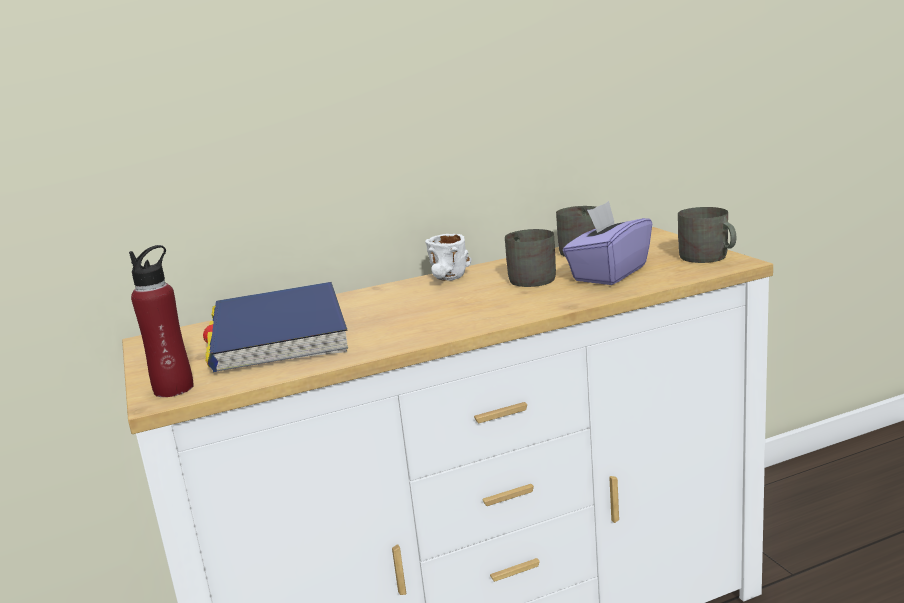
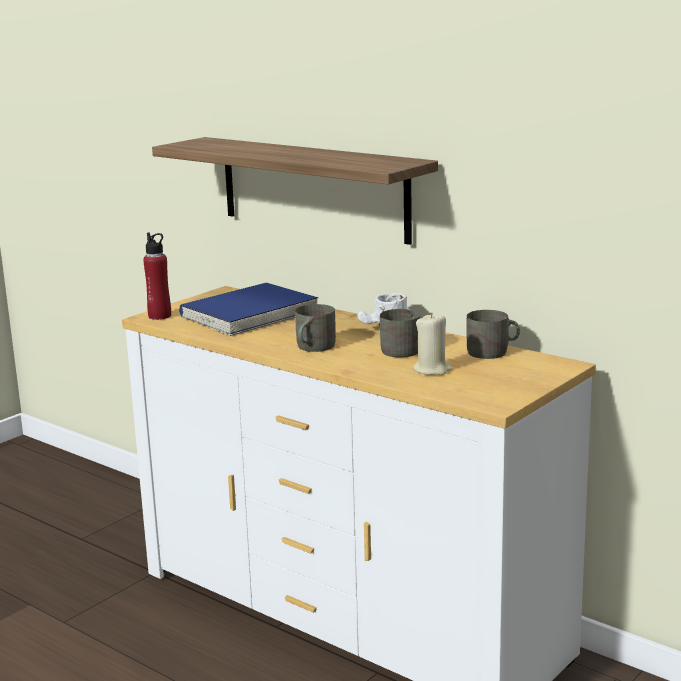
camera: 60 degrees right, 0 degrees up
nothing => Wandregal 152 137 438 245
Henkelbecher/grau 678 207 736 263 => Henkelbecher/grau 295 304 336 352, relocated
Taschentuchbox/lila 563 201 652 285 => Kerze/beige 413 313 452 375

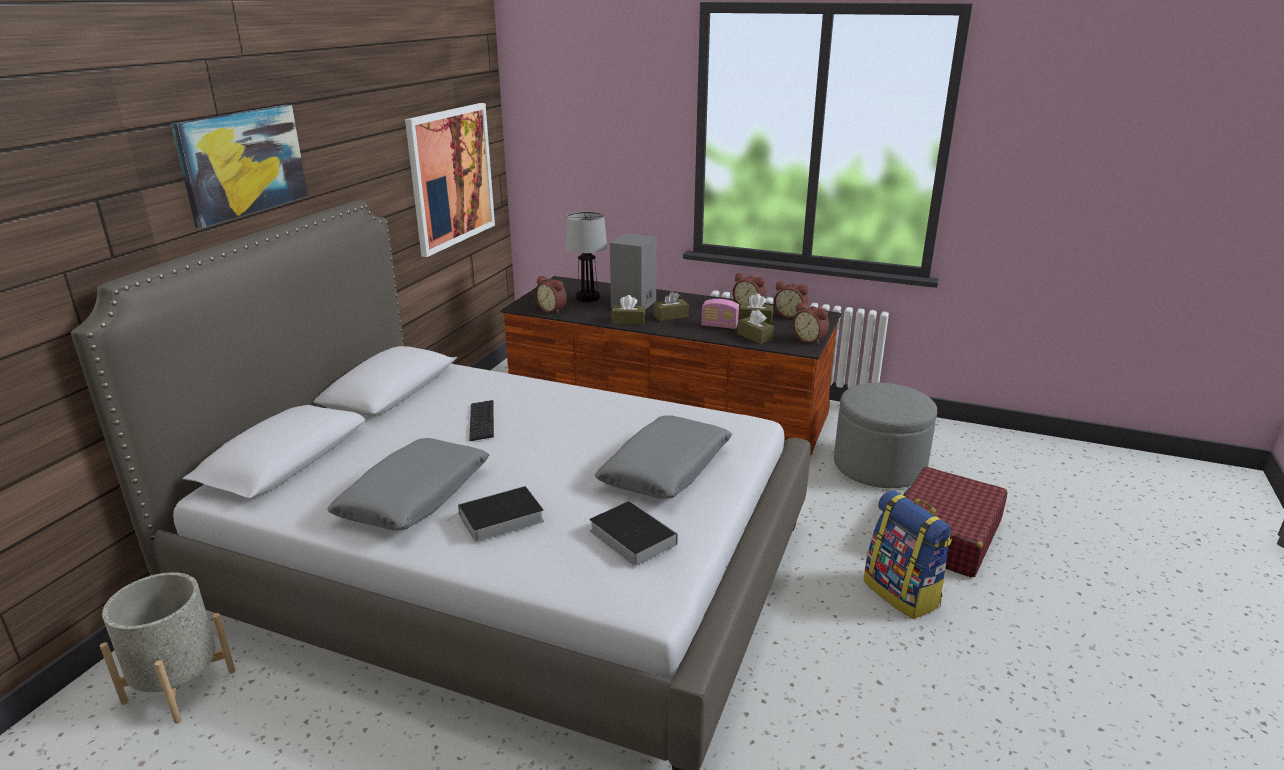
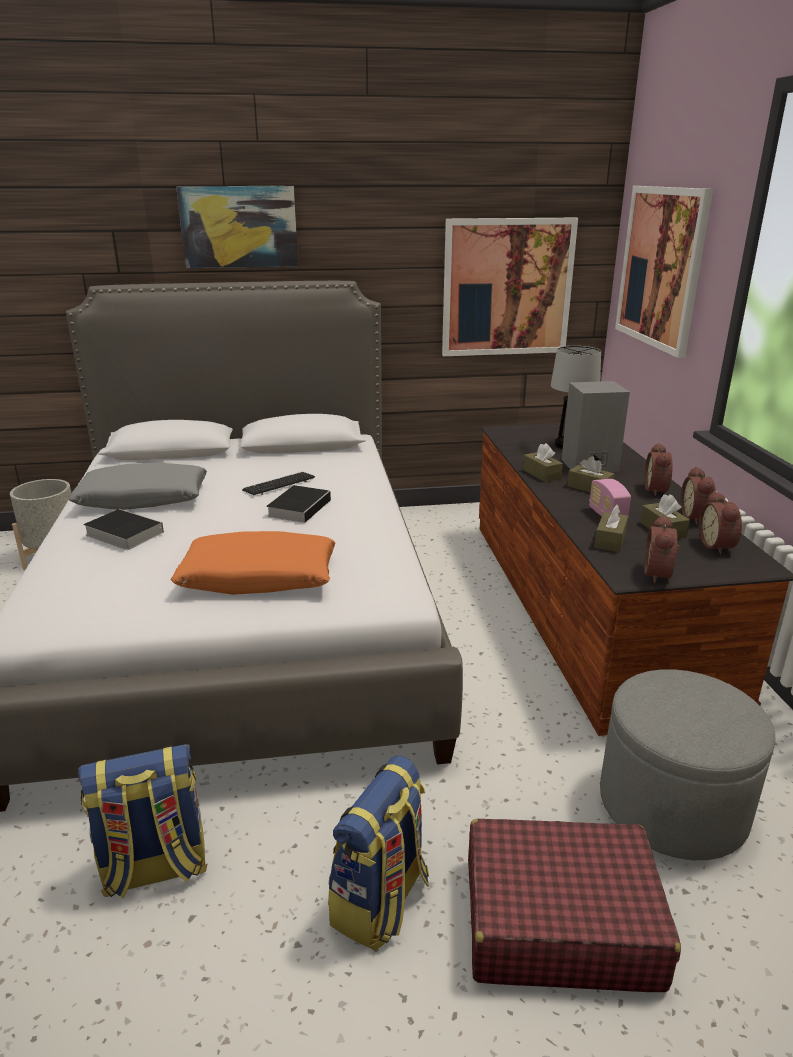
camera: 60 degrees right, 0 degrees up
nothing => Rucksack 78 744 207 898
Kissen/grau 595 415 732 499 => Kissen/orange 170 531 336 595
Buch 589 501 678 566 => Buch 266 485 331 523, relocated
nothing => Bild 615 186 713 358
Wecker 535 276 567 314 => Wecker 644 443 673 496, relocated

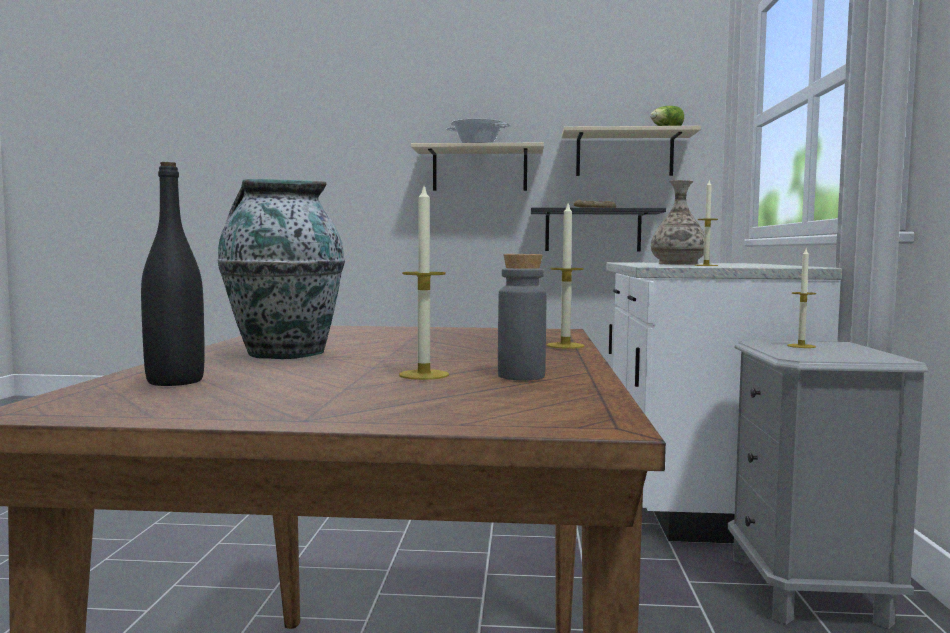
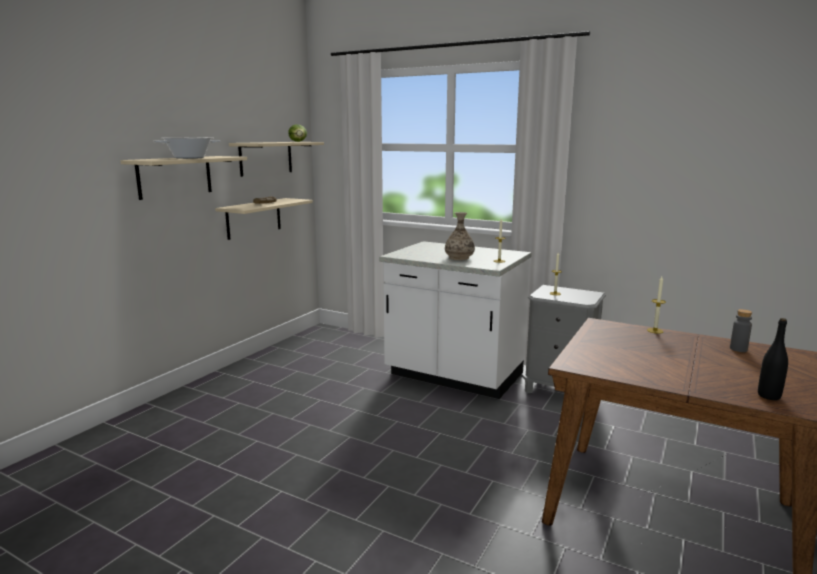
camera: 65 degrees left, 10 degrees up
Wandregal/schwarz 531 207 666 252 => Wandregal/beige 215 198 313 240
Vase 218 179 345 359 => nothing
Kerze 399 187 449 380 => nothing

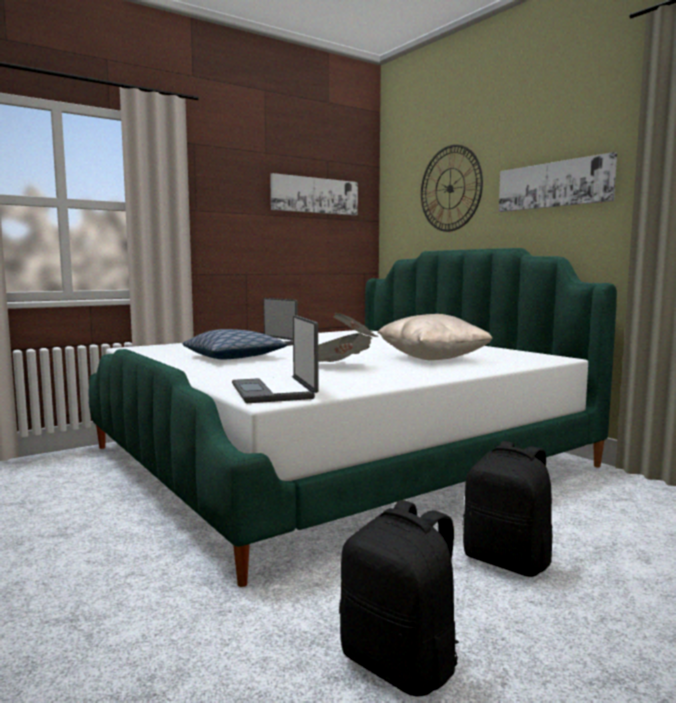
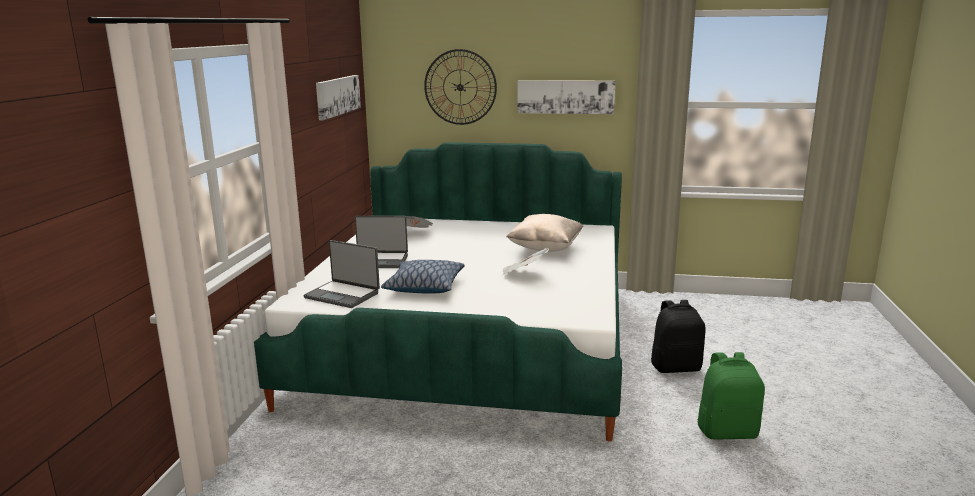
camera: 45 degrees left, 10 degrees up
Laptop 232 315 319 403 => Laptop 304 240 380 308, relocated
Rucksack/schwarz 339 500 459 697 => Rucksack/grün 697 352 765 440

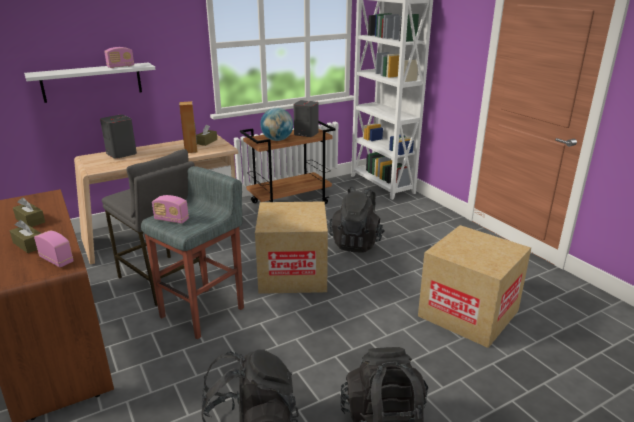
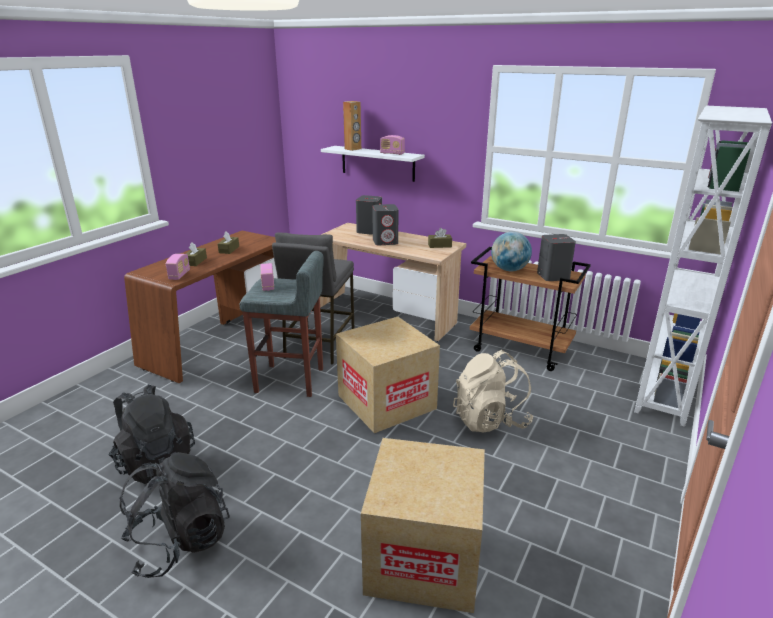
camera: 60 degrees right, 0 degrees up
Lautsprecher/braun 179 101 197 153 => Lautsprecher/braun 343 101 361 151, relocated
nothing => Lautsprecher/grau 372 204 399 246
Rucksack/schwarz 329 186 385 253 => Rucksack/beige 453 350 533 432

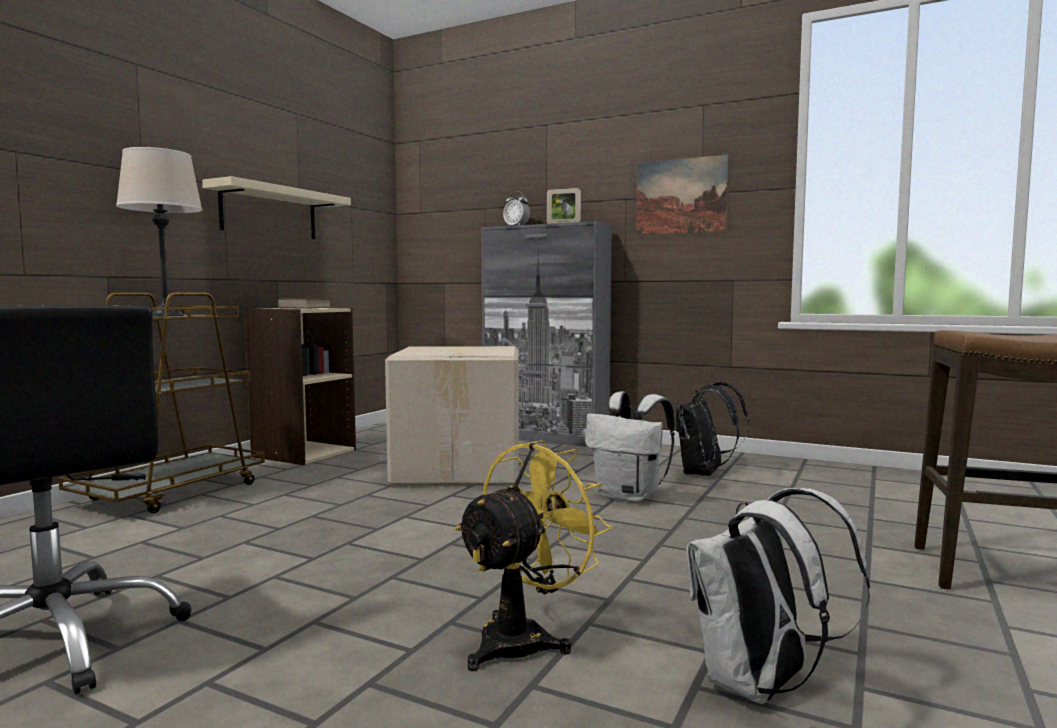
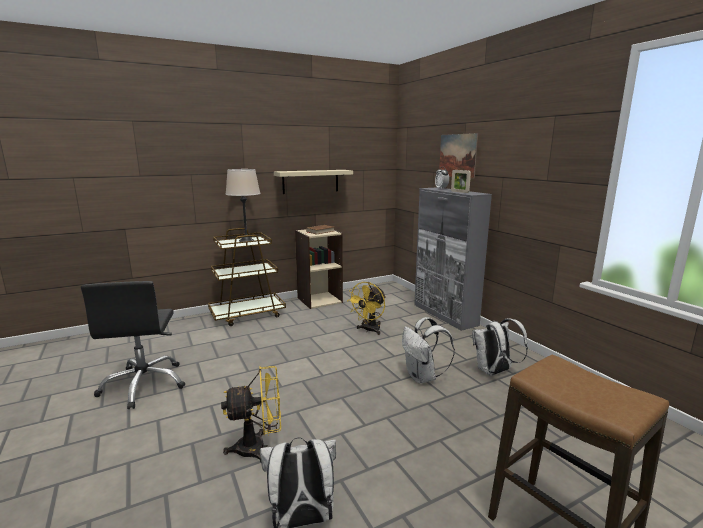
camera: 35 degrees right, 10 degrees up
Karton 385 346 519 486 => Ventilator/gelb 347 282 386 335
Bild 636 155 728 235 => Bild 439 133 478 179, relocated
Rucksack/schwarz 676 382 749 476 => Rucksack/weiß 472 318 528 376

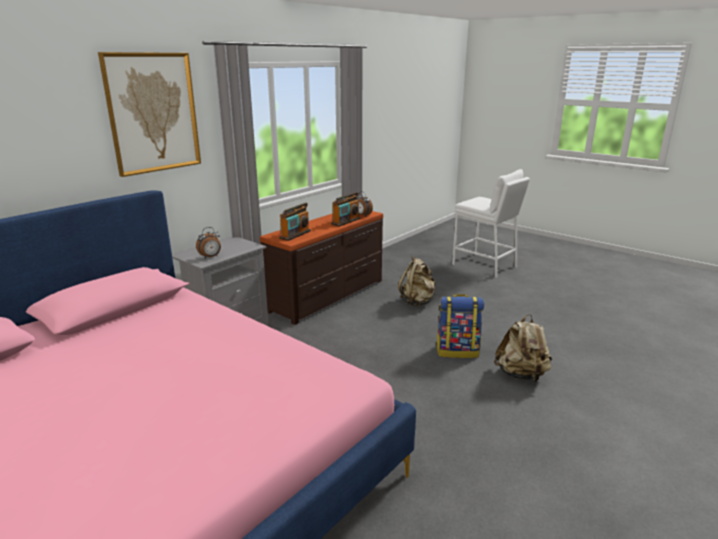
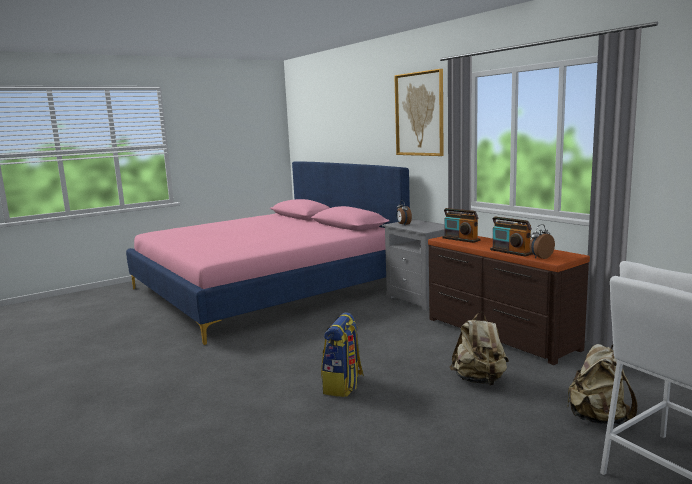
camera: 105 degrees right, 10 degrees down
Rucksack/beige 494 314 552 382 => Rucksack/beige 567 344 637 426, relocated

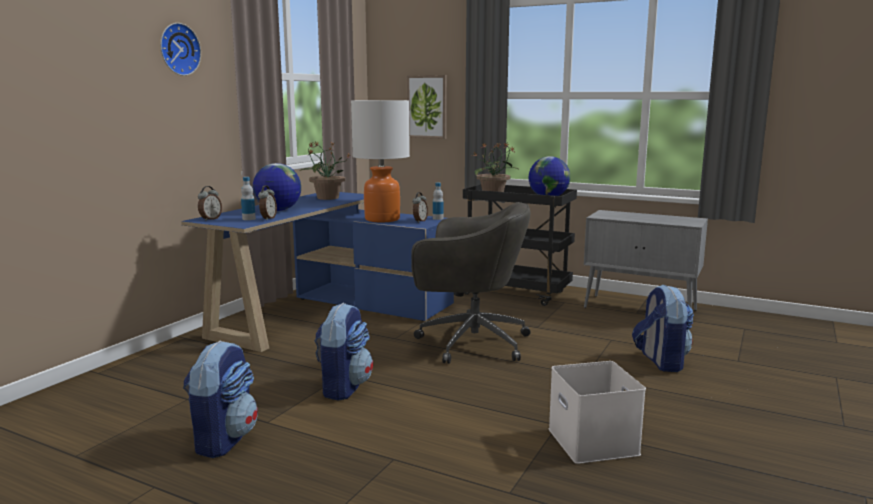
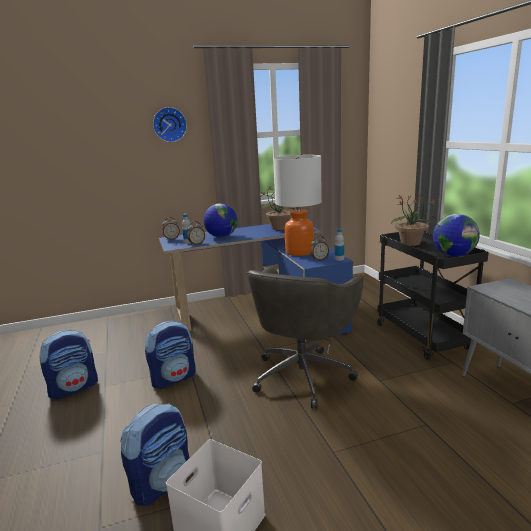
camera: 45 degrees right, 5 degrees up
Rucksack 632 284 694 372 => Rucksack 120 404 190 506, relocated
Bürostuhl/grau 411 202 531 364 => Bürostuhl/grau 247 267 363 409, 60 degrees clockwise
Bild 407 75 447 139 => nothing

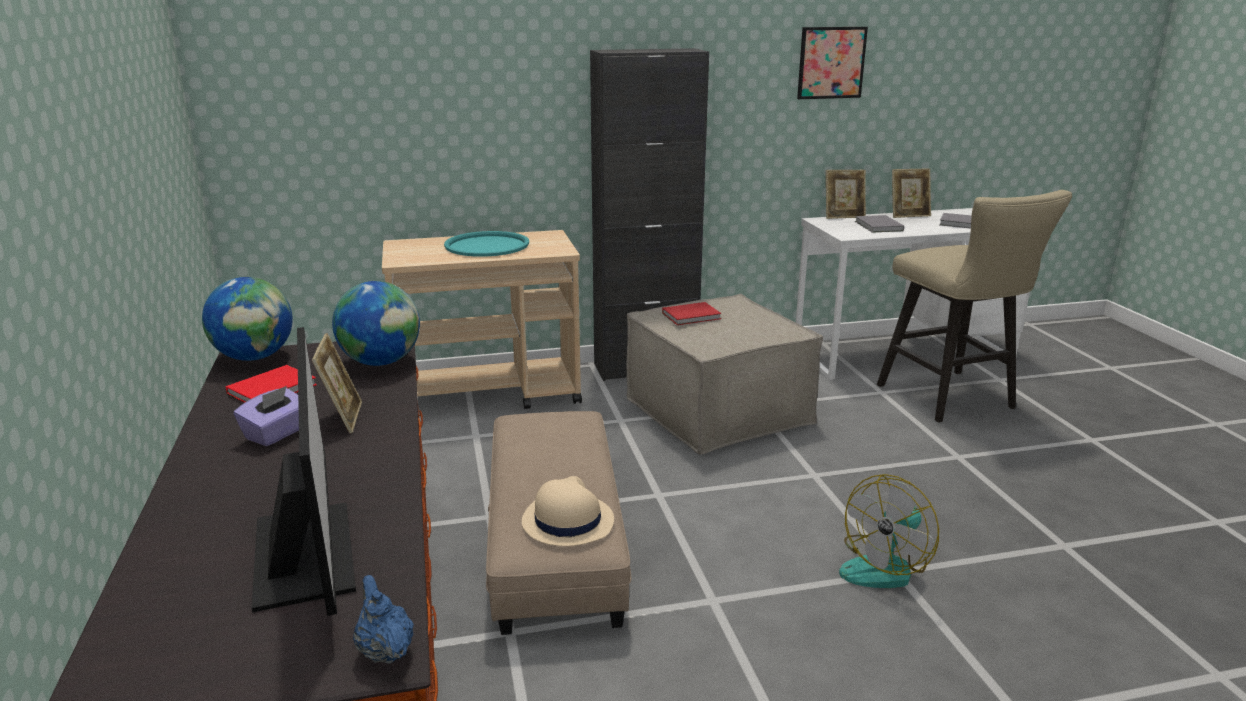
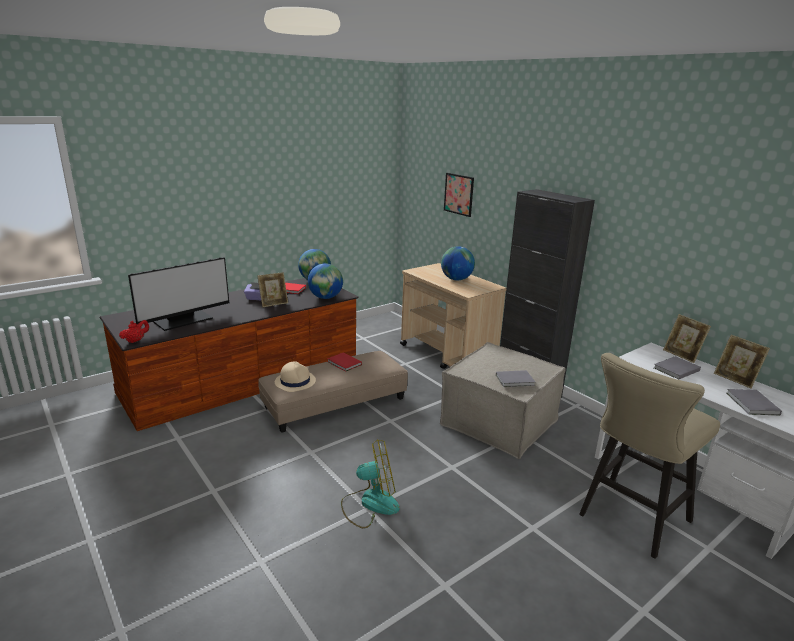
camera: 65 degrees right, 0 degrees up
Teekanne/blau 353 575 414 664 => Teekanne/rot 119 320 149 343
Buch/rot 662 302 721 325 => Buch/rot 327 352 362 372, relocated
Ventilator 839 474 939 588 => Ventilator 341 439 400 528, 150 degrees clockwise
Tablett/türkis 444 231 529 257 => Globus 441 246 475 280
Bild 797 27 868 99 => Bild 444 173 474 217, relocated
nothing => Buch/grau 496 370 535 387

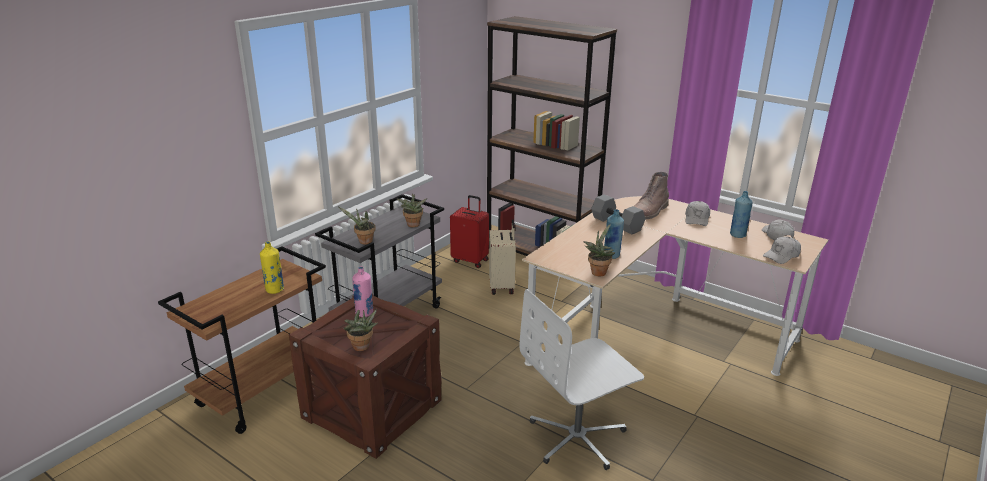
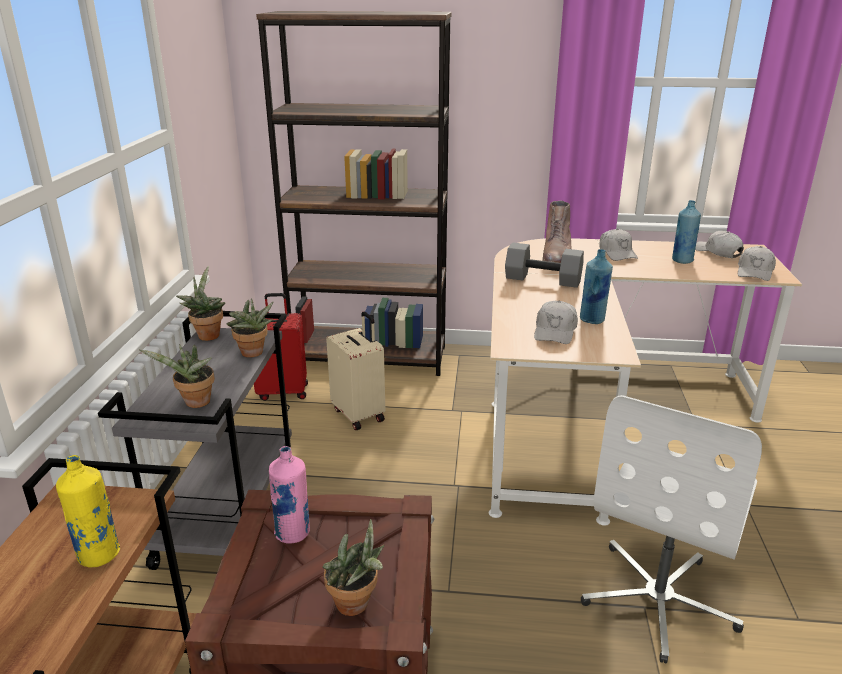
camera: 30 degrees left, 0 degrees up
Topfpflanze 583 224 615 276 => Topfpflanze 176 266 225 341, relocated
nothing => Kappe/weiß 534 301 578 344

